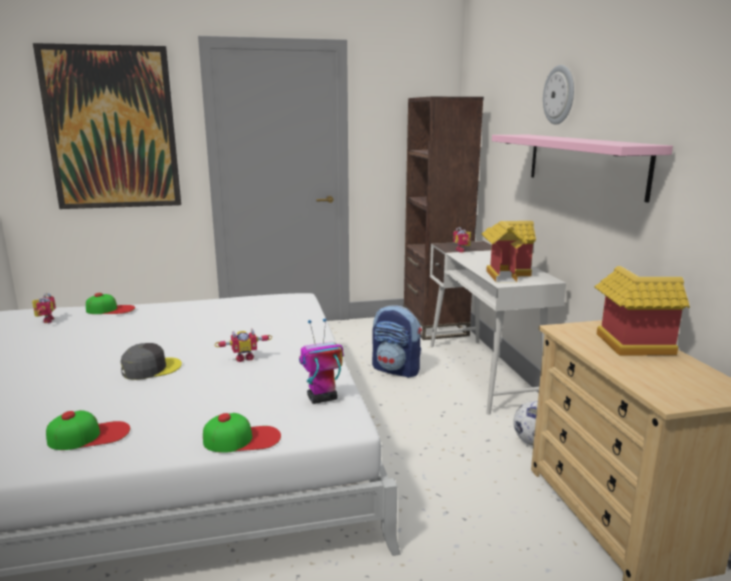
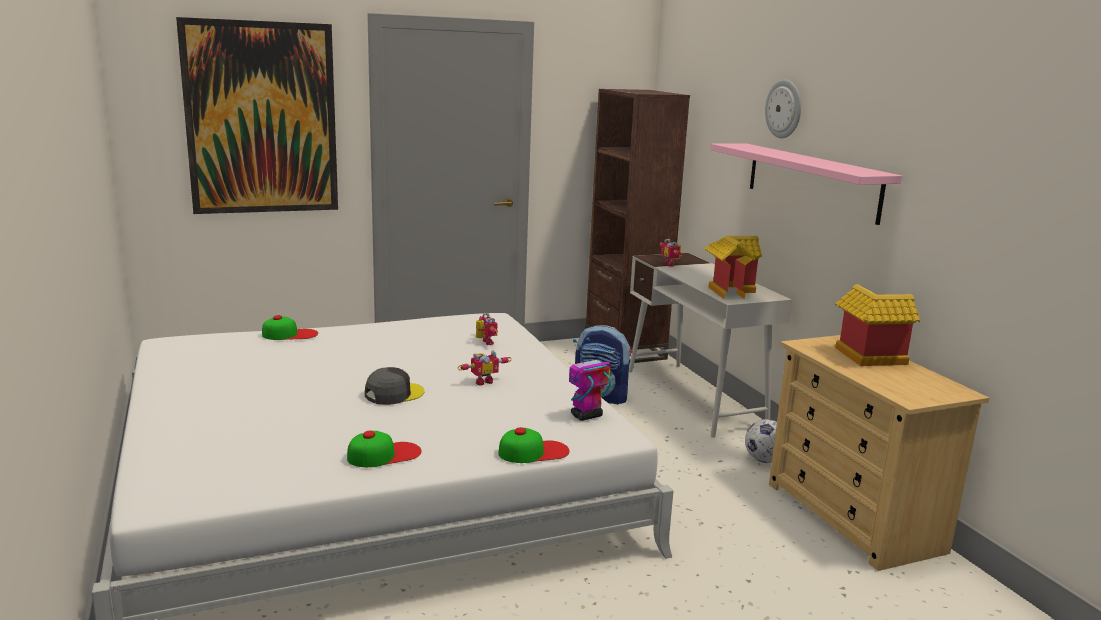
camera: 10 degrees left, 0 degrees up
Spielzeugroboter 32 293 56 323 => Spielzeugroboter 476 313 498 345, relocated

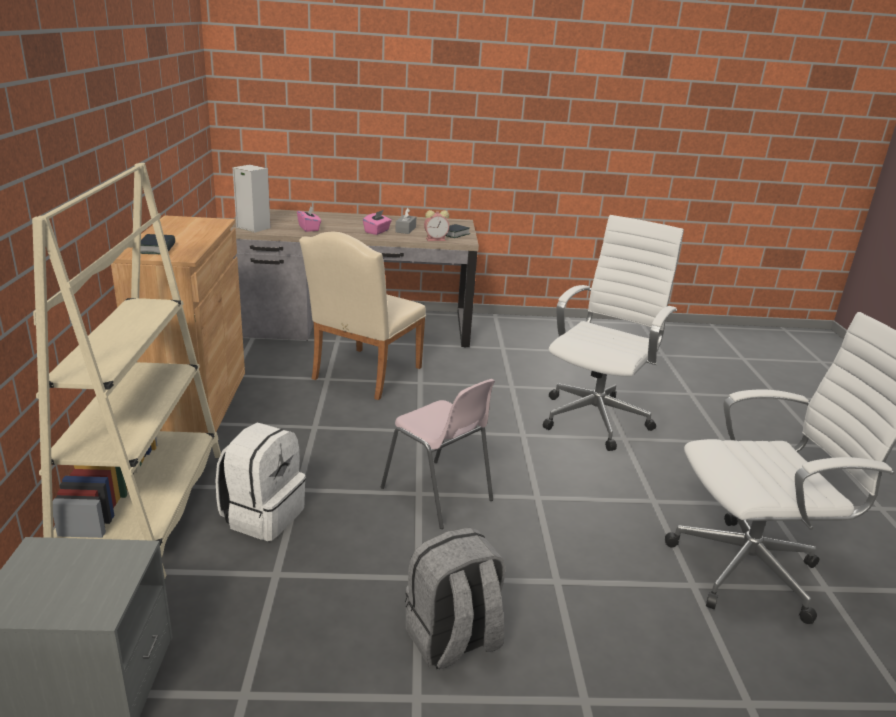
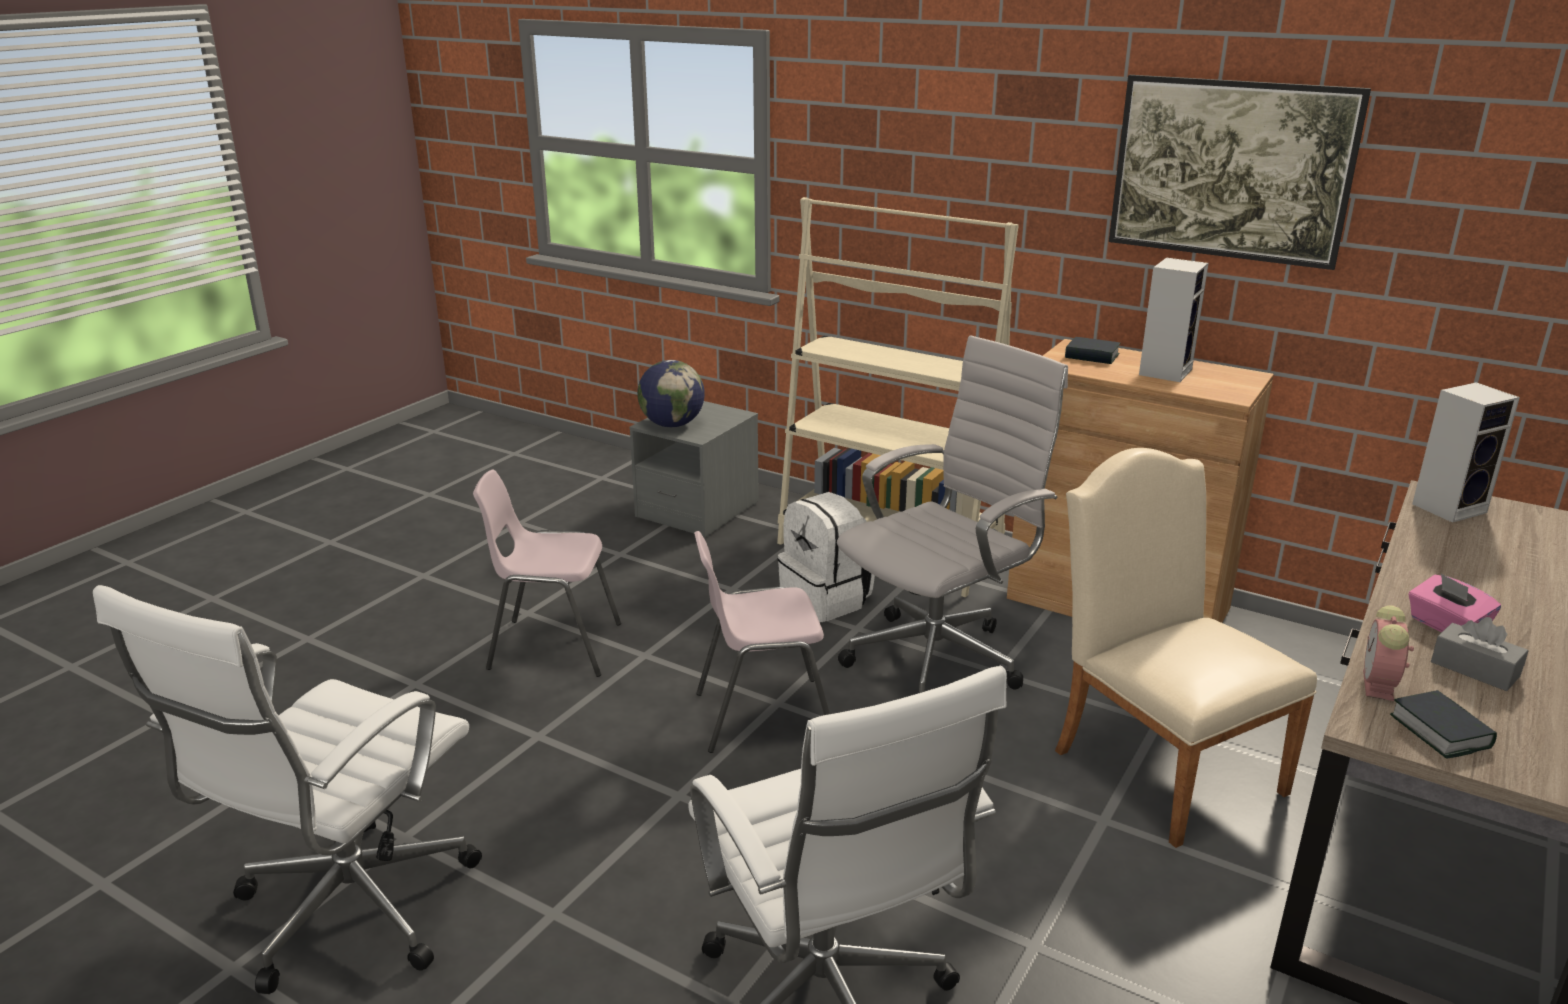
camera: 125 degrees right, 0 degrees up
Rucksack/grau 405 528 505 669 => Stuhl/rosa 473 469 621 677
nothing => Globus 637 360 705 427
nothing => Bürostuhl/weiß 837 335 1068 693
nothing => Bild 1109 75 1371 270
nothing => Lautsprecher 1139 257 1209 382
Taschentuchbox/rosa 297 206 321 232 => nothing

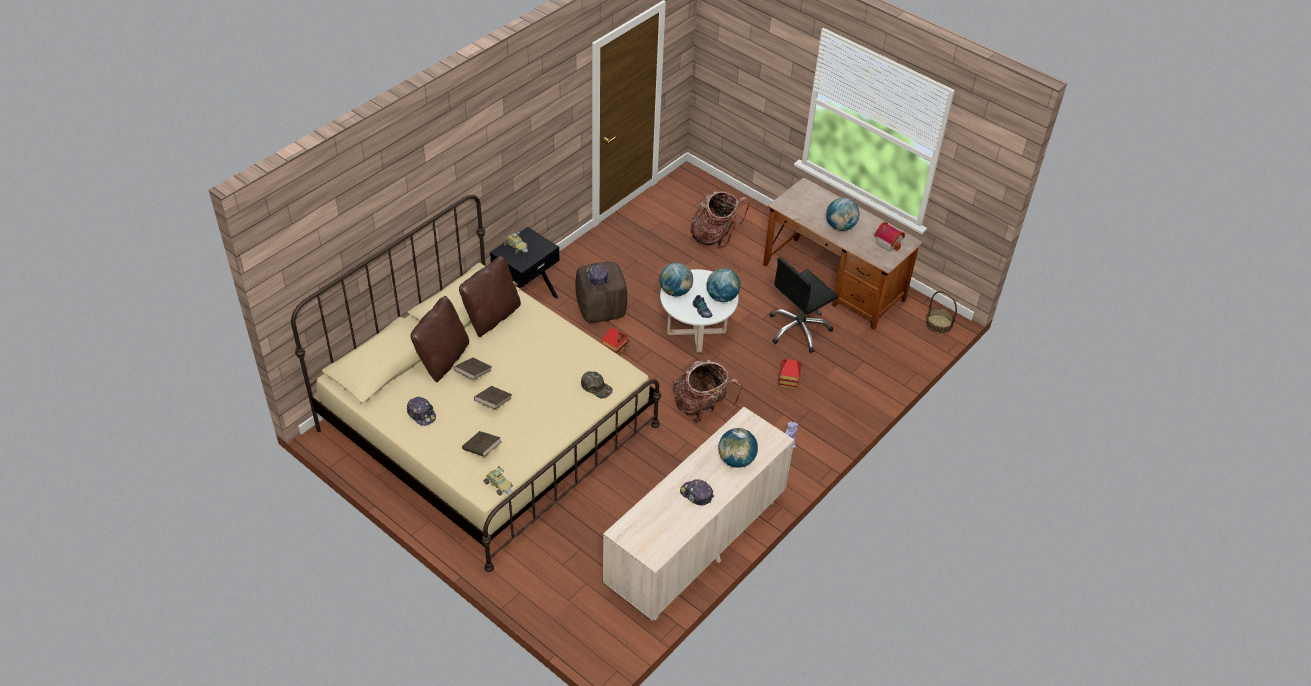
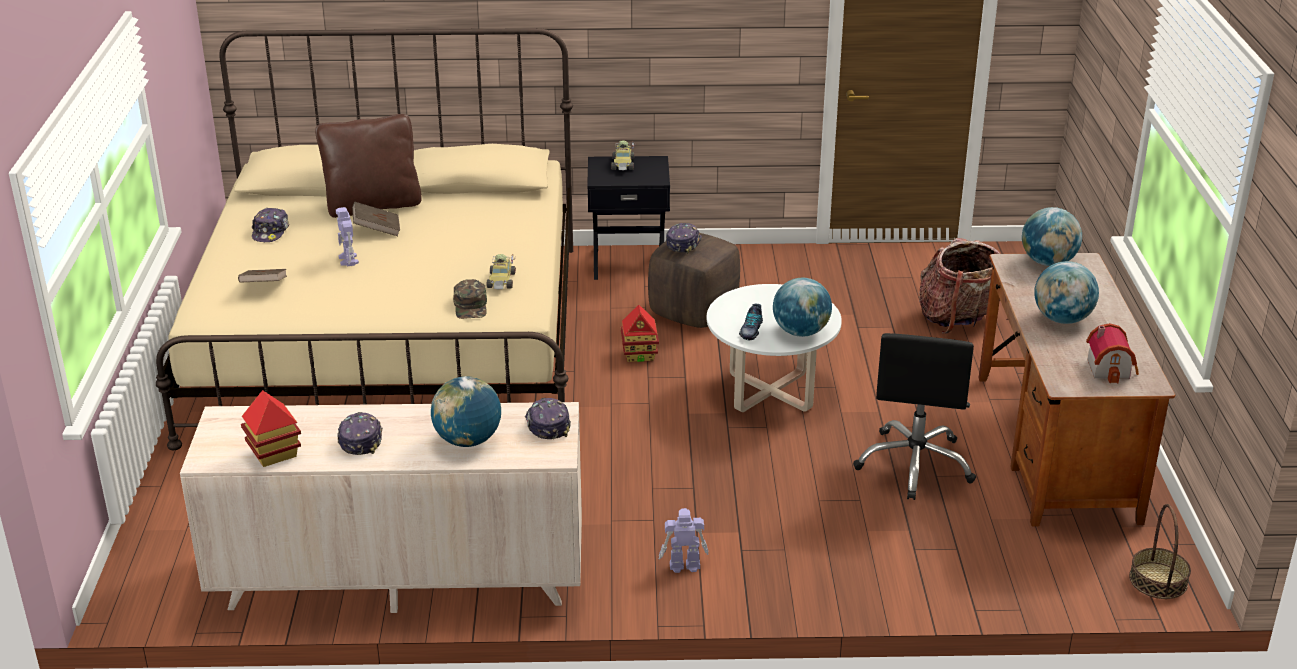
camera: 50 degrees right, 15 degrees down
Spielzeughaus 779 359 801 390 => Spielzeughaus 241 390 301 467, relocated
Buch/braun 474 386 512 409 => Spielzeugroboter 336 207 359 266
Spielzeugauto 484 466 513 496 => Spielzeugauto 486 254 516 289, relocated
nothing => Kappe 525 398 571 439
Bürostuhl/schwarz 770 257 838 353 => Bürostuhl/schwarz 853 333 976 500, 90 degrees counterclockwise
Globus 660 263 693 297 => Globus 1022 207 1082 266, relocated
Kissen/braun 459 256 521 337 => nothing
Rucksack 673 360 742 423 => nothing

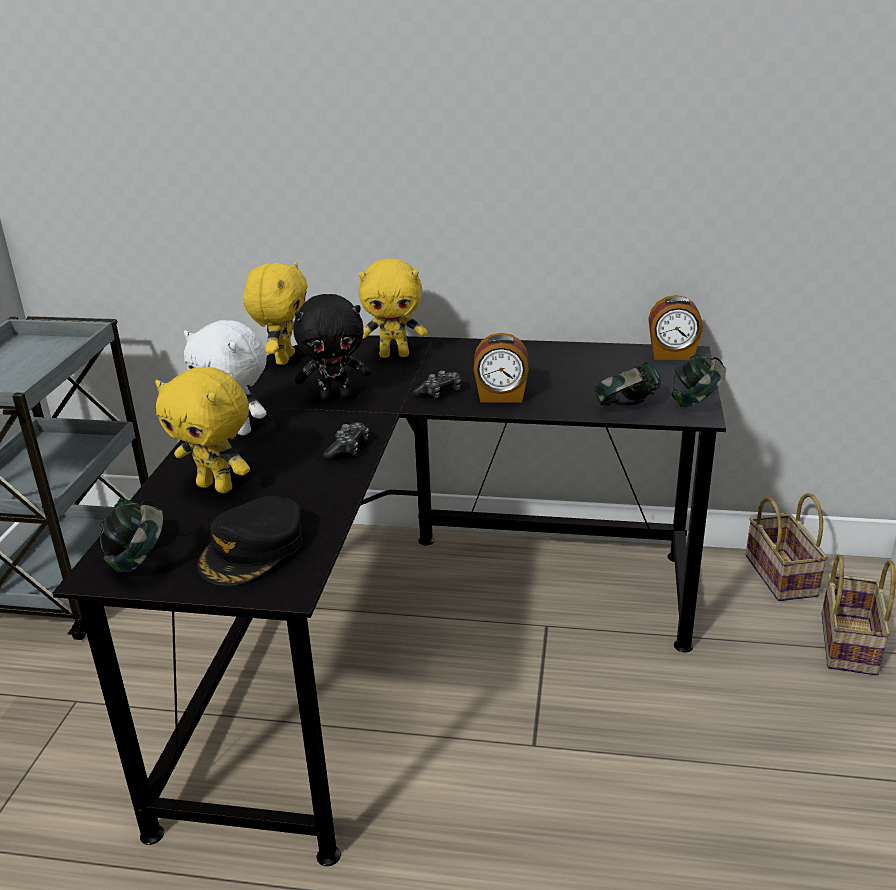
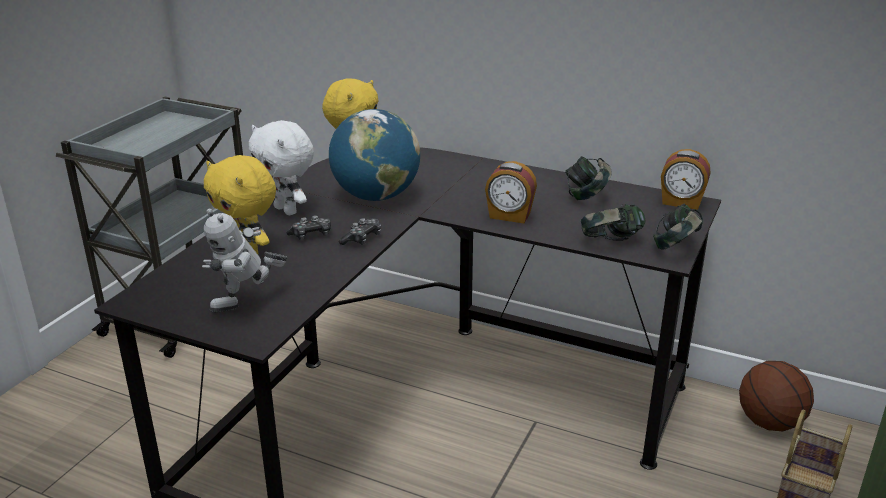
camera: 15 degrees right, 0 degrees up
Kappe/schwarz 197 496 303 586 => Spielzeugroboter 202 208 287 312
Gamepad 413 371 461 398 => Gamepad 286 215 331 240, relocated
Plüschtier/schwarz 293 294 371 402 => Globus 329 109 420 201
Kopfhörer 100 498 163 573 => Kopfhörer 565 156 612 200, relocated
Korb 746 493 828 601 => Basketball 739 361 814 431
Plüschtier/gelb 359 258 428 358 => nothing

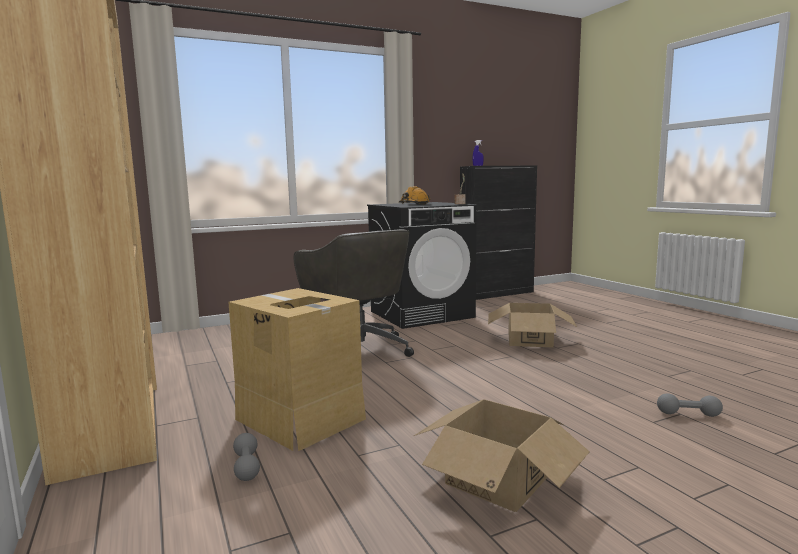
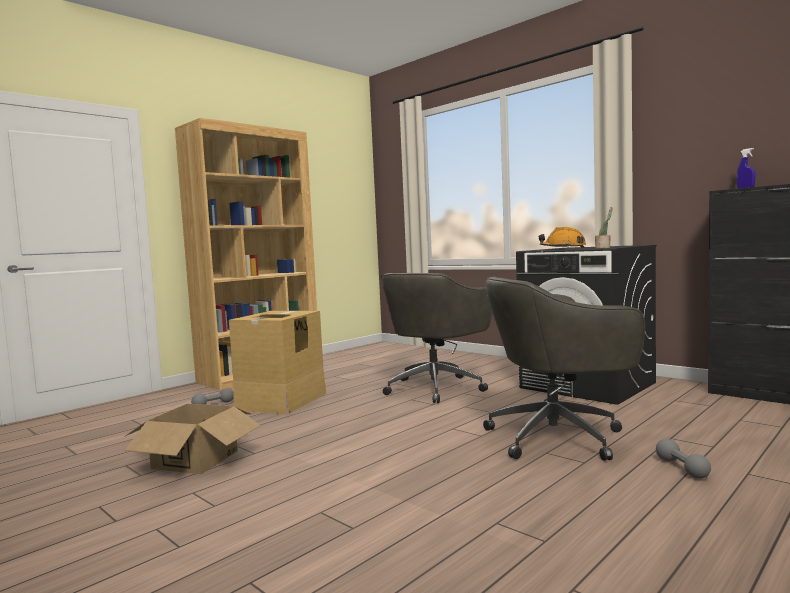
camera: 70 degrees right, 5 degrees down
Karton 488 303 577 347 => Bürostuhl/grau 483 277 645 461
Hantel/grau 657 393 723 417 => Hantel/grau 656 439 711 479, relocated

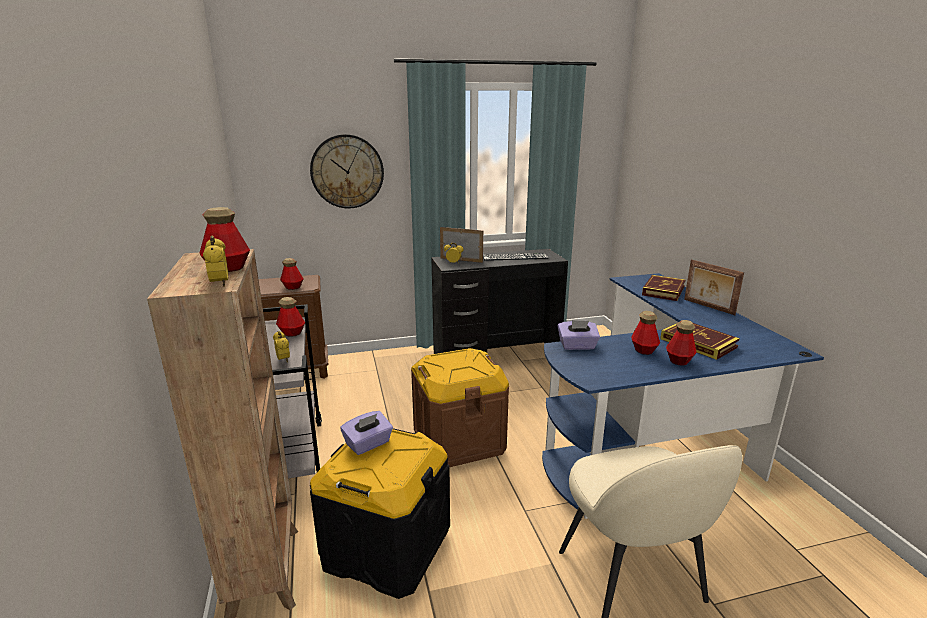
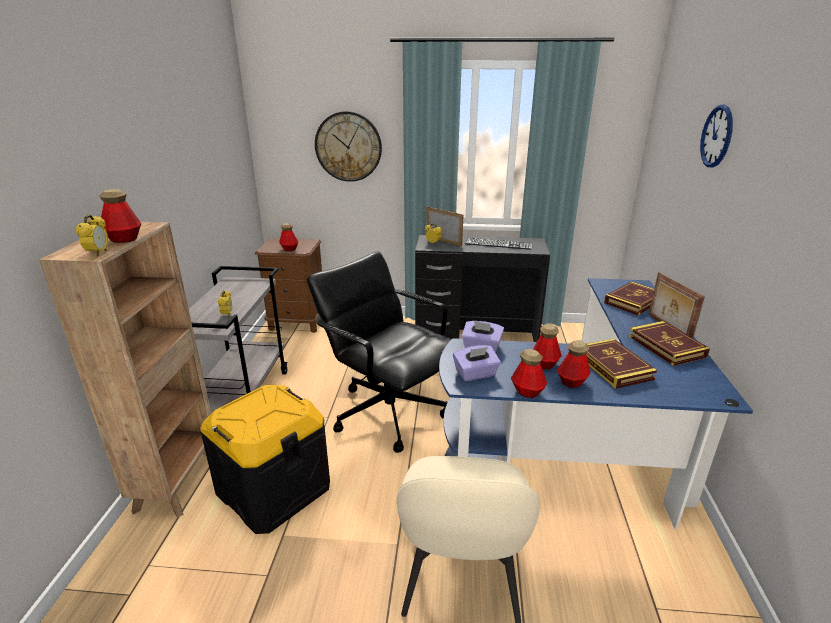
camera: 20 degrees right, 5 degrees up
Aufbewahrungsbox/braun 411 348 509 467 => Bürostuhl/schwarz 307 252 452 453
Taschentuchbox/lila 340 411 393 455 => Taschentuchbox/lila 453 345 501 381, relocated
Flasche 276 297 305 337 => Flasche 511 349 547 398, relocated
nothing => Buch 629 321 710 366
nothing => Wanduhr 700 105 733 167

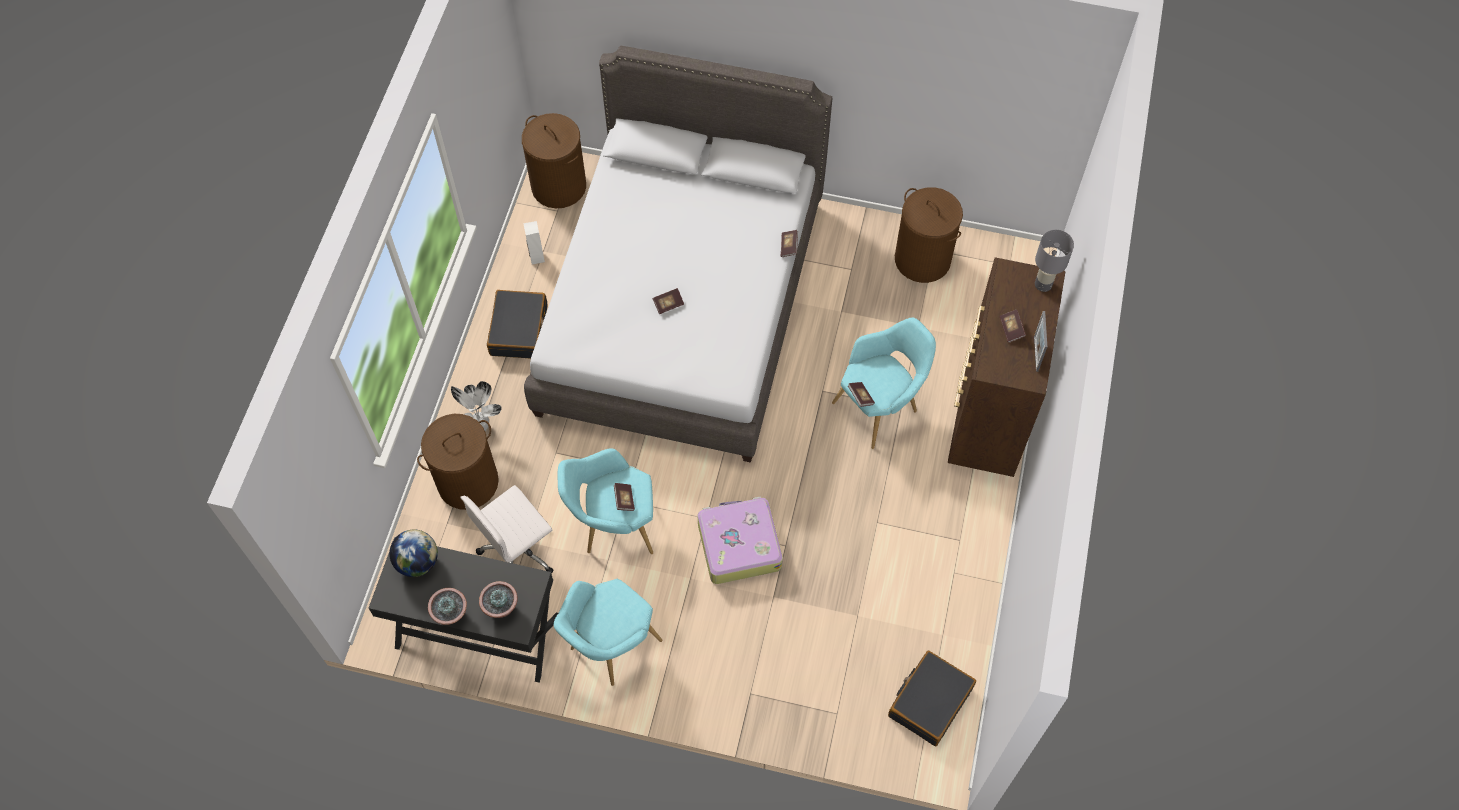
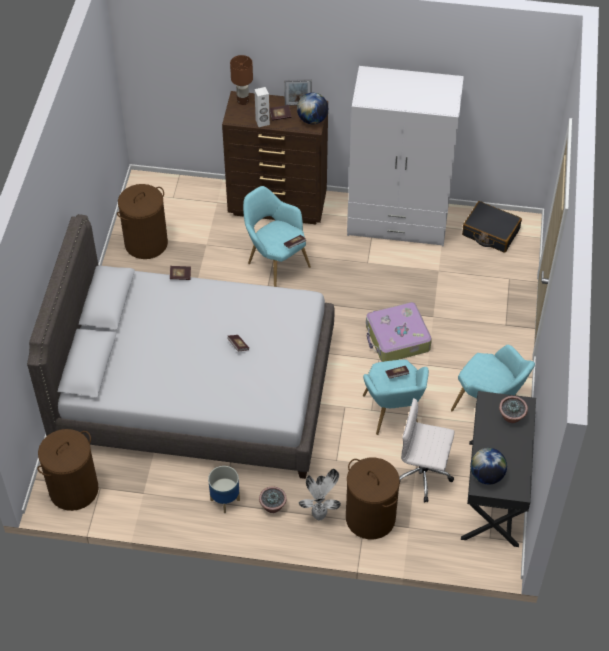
camera: 95 degrees left, 10 degrees down
Koffer/schwarz 487 290 547 359 => Pflanzkübel 208 466 240 513
Tischlampe/grau 1035 230 1074 292 => Tischlampe/braun 230 55 253 105
Lautsprecher/weiß 523 221 545 264 => Lautsprecher/weiß 254 87 270 127, relocated
Topfpflanze 428 588 467 625 => Topfpflanze 259 487 287 513, relocated
nothing => Globus 297 93 328 124
nothing => Kleiderschrank/weiß 347 66 464 246
Bürostuhl/weiß 460 485 554 574 => Bürostuhl/weiß 399 398 455 502, 150 degrees clockwise

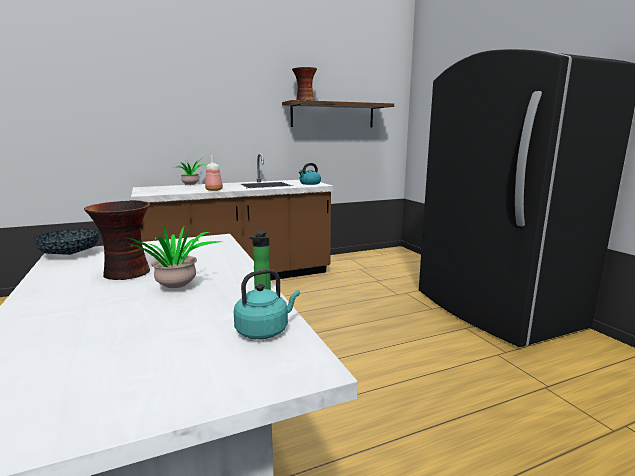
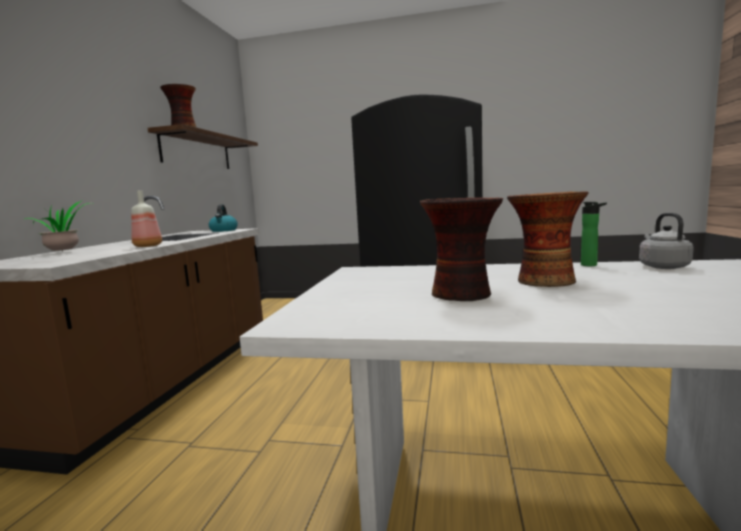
camera: 55 degrees left, 5 degrees down
Topfpflanze 125 226 222 288 => Vase 507 191 589 287
Wasserkessel/türkis 234 269 300 339 => Wasserkessel/grau 639 213 694 269
Schüssel 32 229 100 255 => nothing

